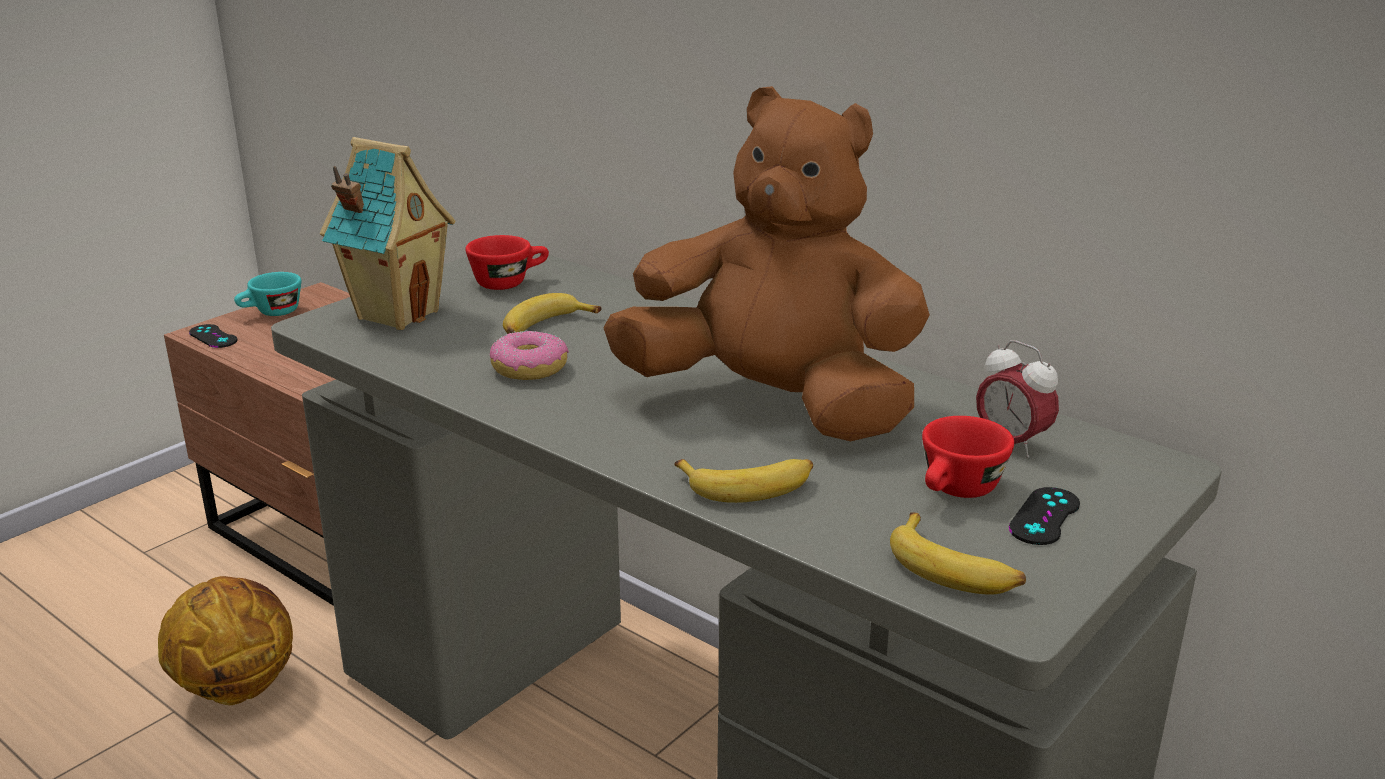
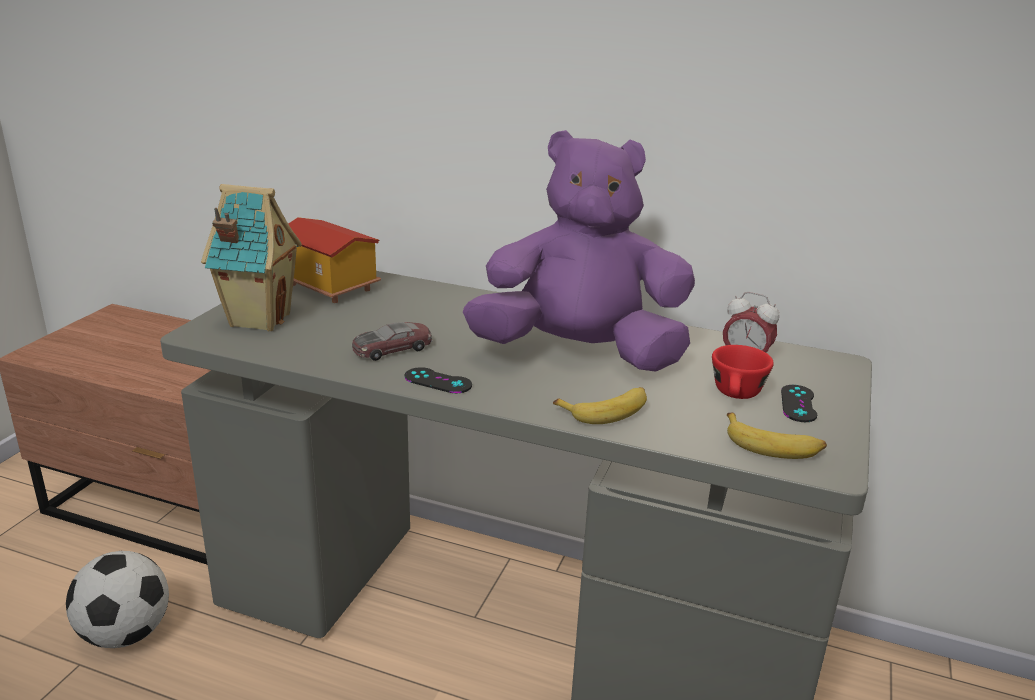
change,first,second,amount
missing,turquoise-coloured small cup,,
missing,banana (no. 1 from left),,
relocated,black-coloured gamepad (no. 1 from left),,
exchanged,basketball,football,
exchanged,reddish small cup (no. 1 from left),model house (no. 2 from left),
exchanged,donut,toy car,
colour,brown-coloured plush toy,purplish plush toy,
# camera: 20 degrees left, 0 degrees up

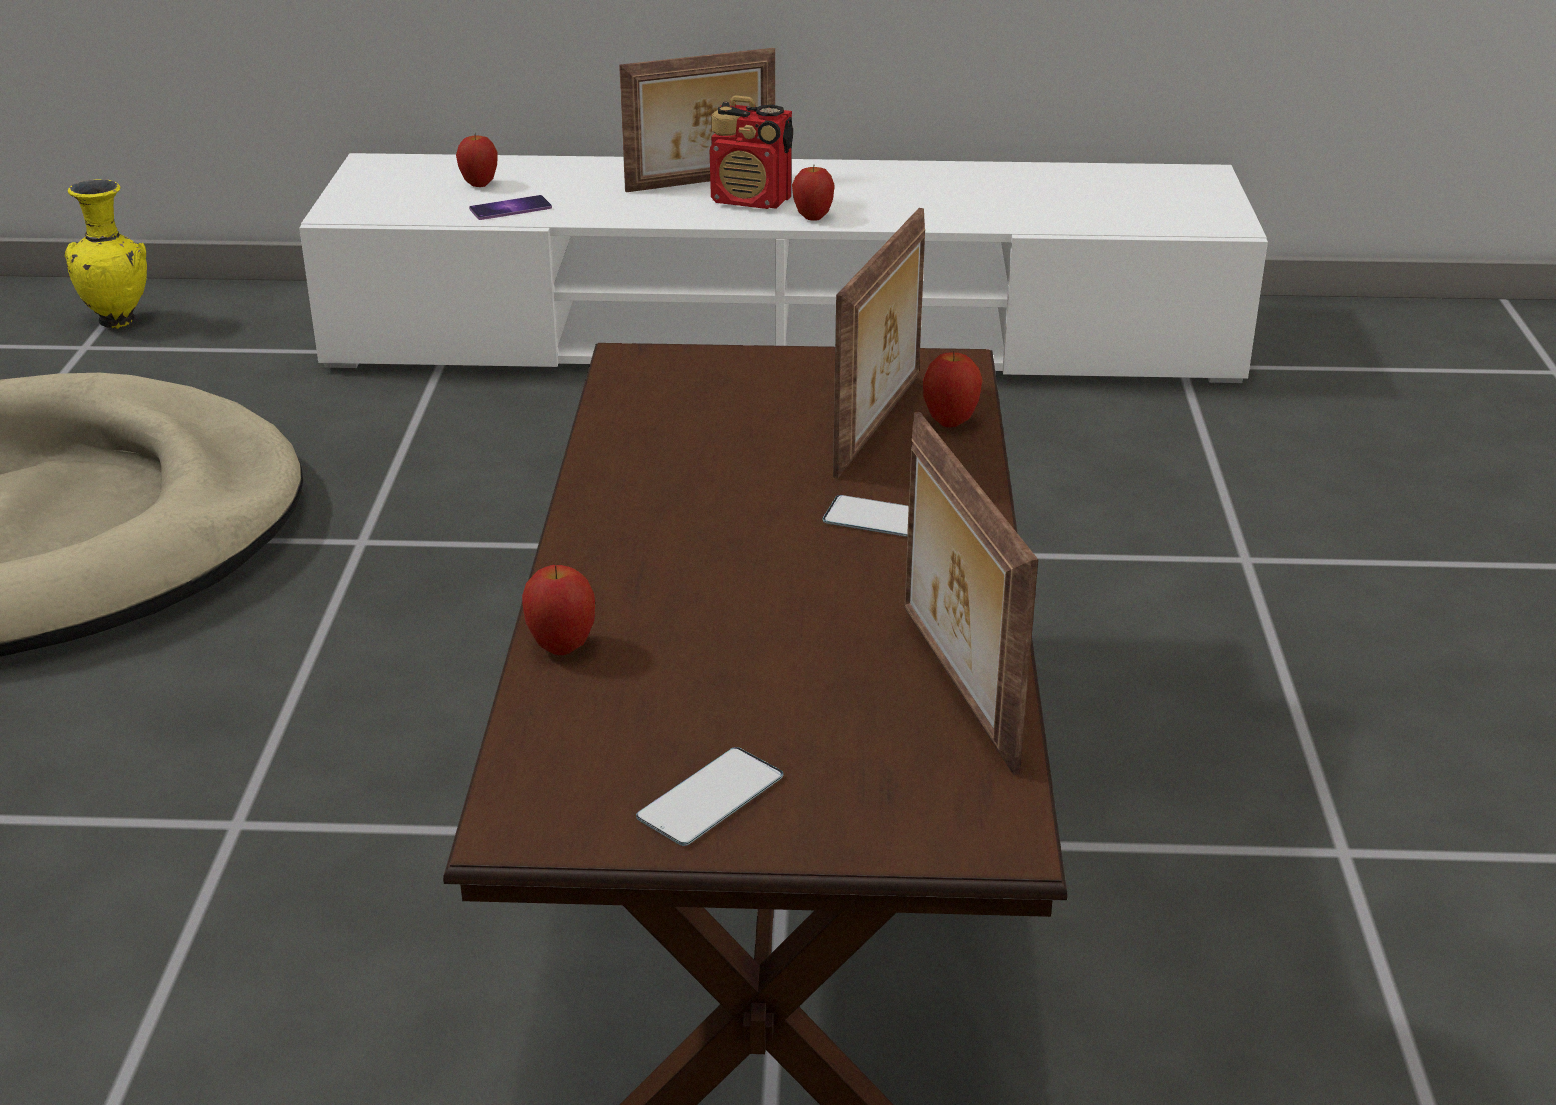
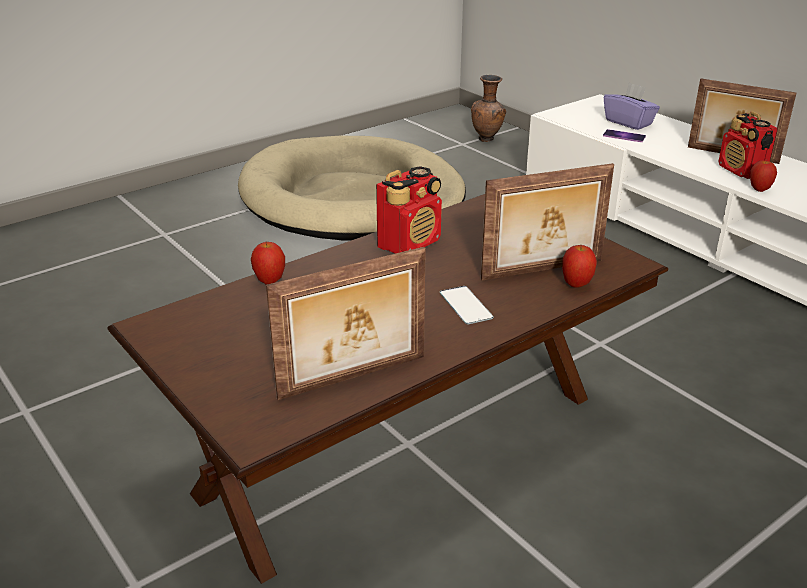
change,first,second,amount
missing,phone (no. 2 from left),,
appeared,,radio receiver (no. 1 from left),
exchanged,whole apple (no. 1 from left),purplish tissue box,
colour,yellowish vase,brown-coloured vase,
spun,photo frame (no. 3 from left in the first image),photo frame (no. 1 from left),150 degrees counterclockwise
# camera: 50 degrees right, 0 degrees up

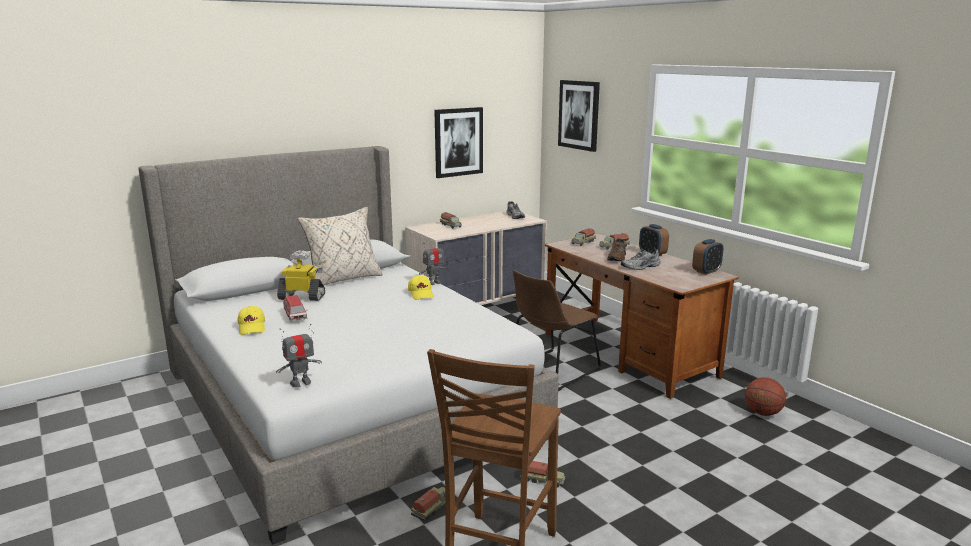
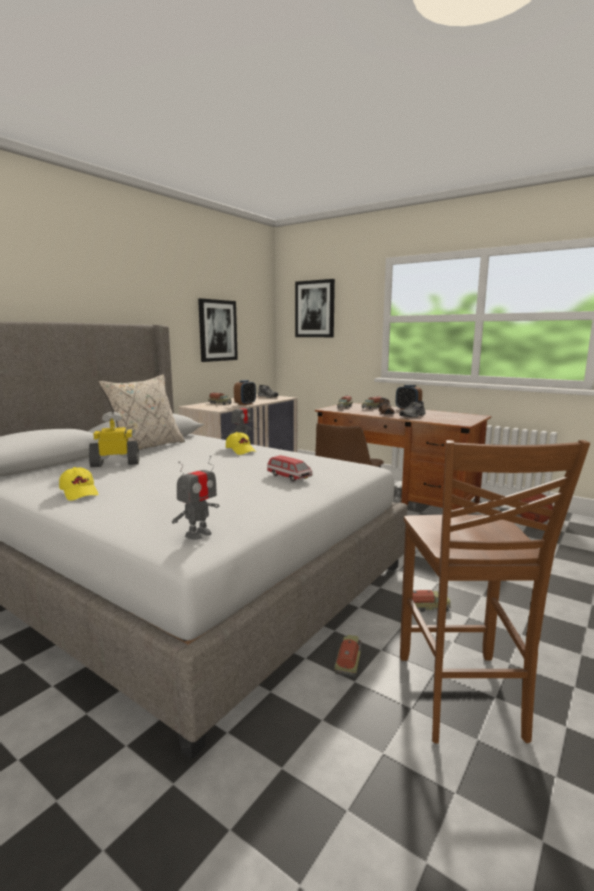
change,first,second,amount
relocated,toy car,,
relocated,table clock (no. 2 from left in the first image),table clock (no. 1 from left),
# camera: 20 degrees left, 5 degrees down

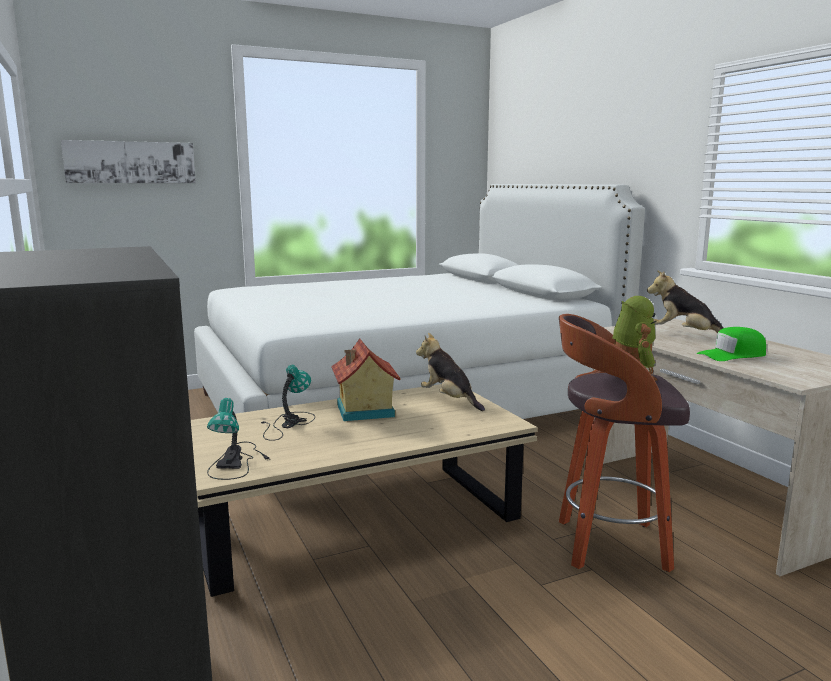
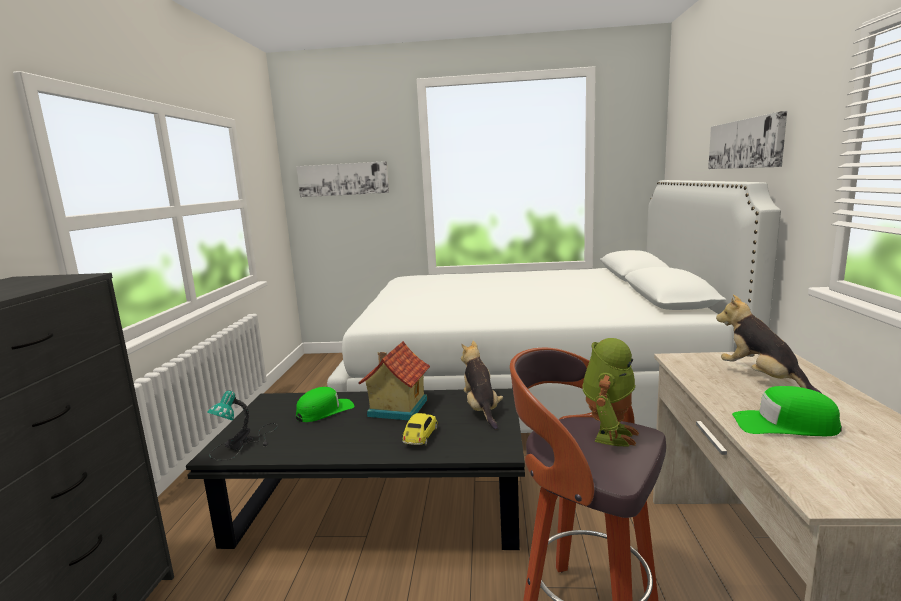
change,first,second,amount
appeared,,toy car,
appeared,,wall art (no. 2 from left),
exchanged,table lamp (no. 2 from left),greenish baseball cap (no. 1 from left),
colour,beige-coloured coffee table,black-coloured coffee table,
# camera: 30 degrees right, 0 degrees up

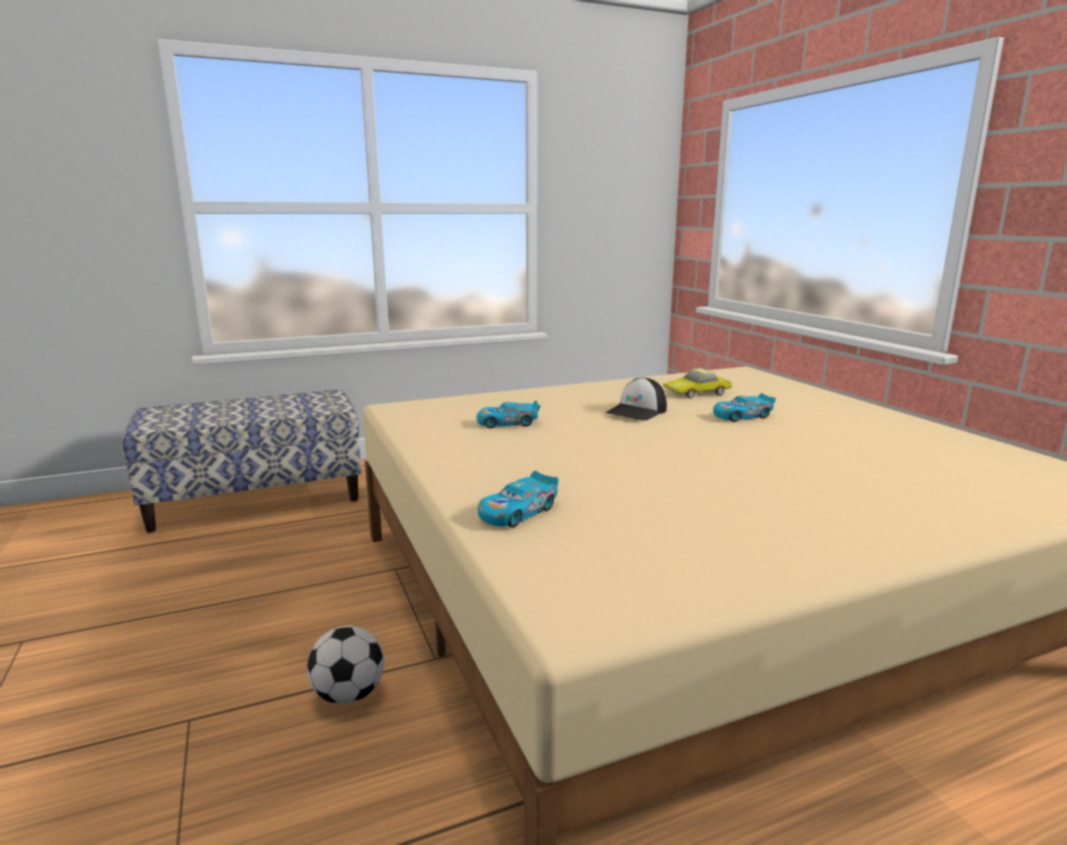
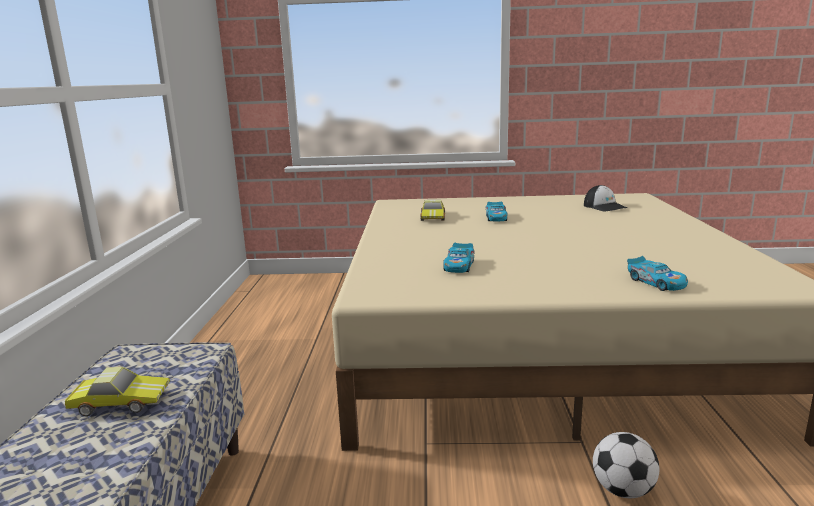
change,first,second,amount
appeared,,toy car (no. 1 from left),
relocated,baseball cap,,
# camera: 65 degrees left, 0 degrees up

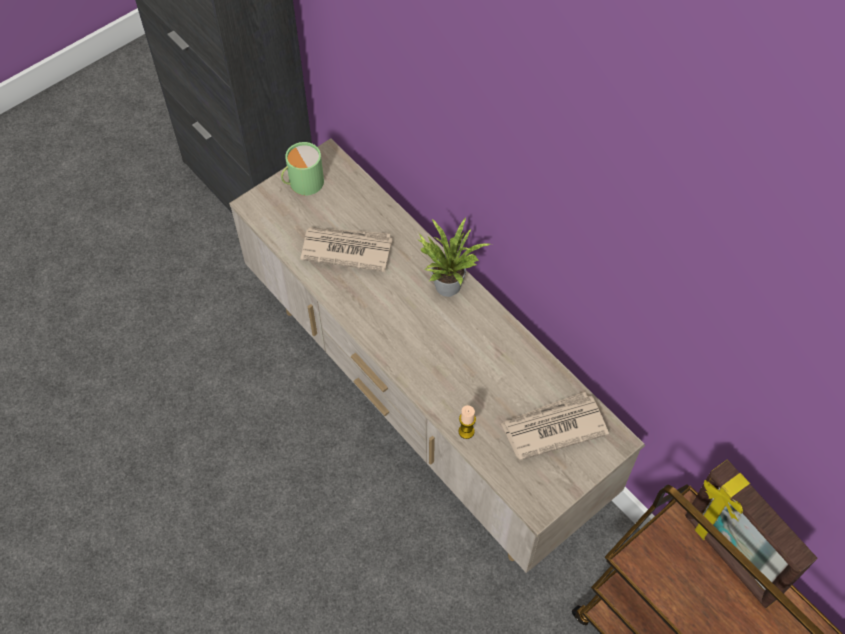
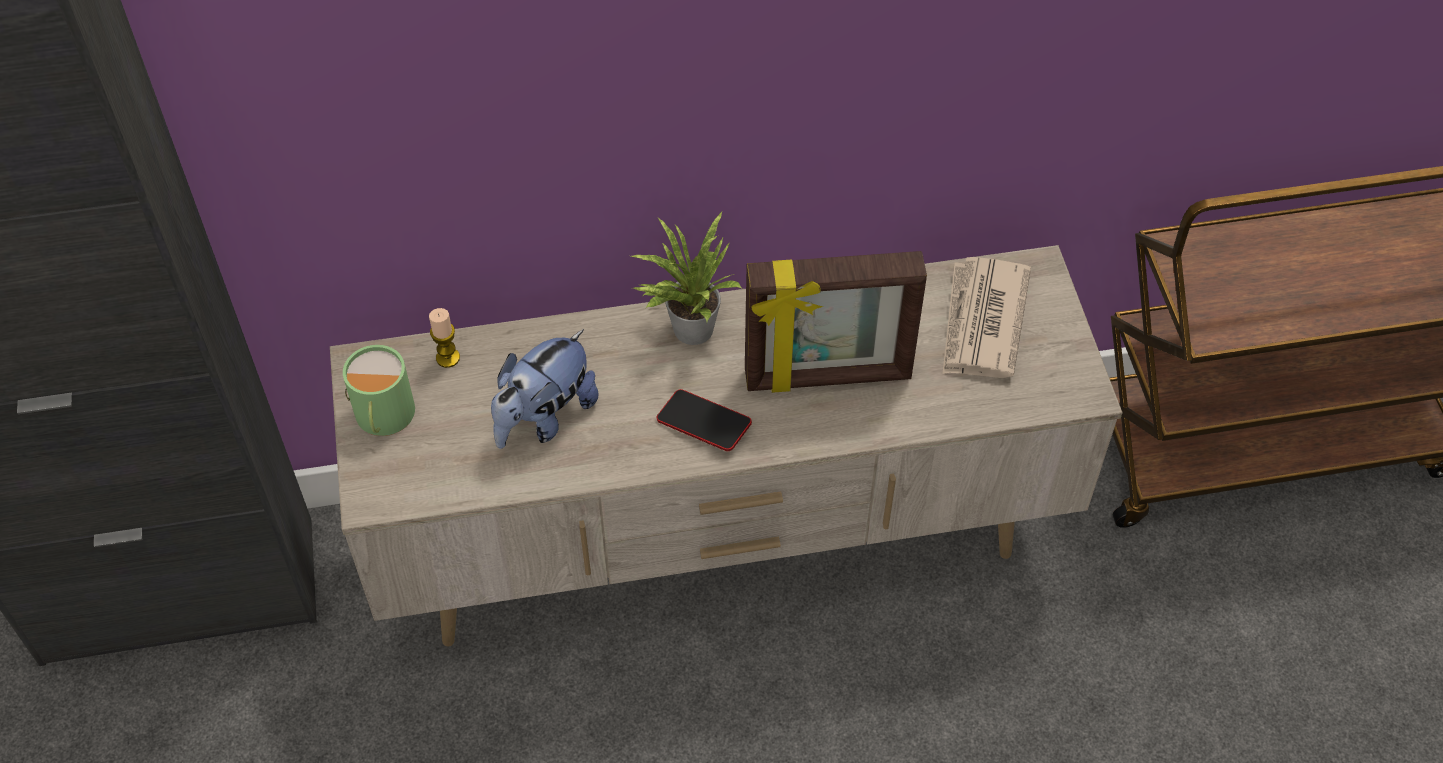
change,first,second,amount
appeared,,phone,
relocated,candle,,
relocated,photo frame,,
exchanged,printed paper (no. 1 from left),plush toy,
# camera: 60 degrees left, 5 degrees down

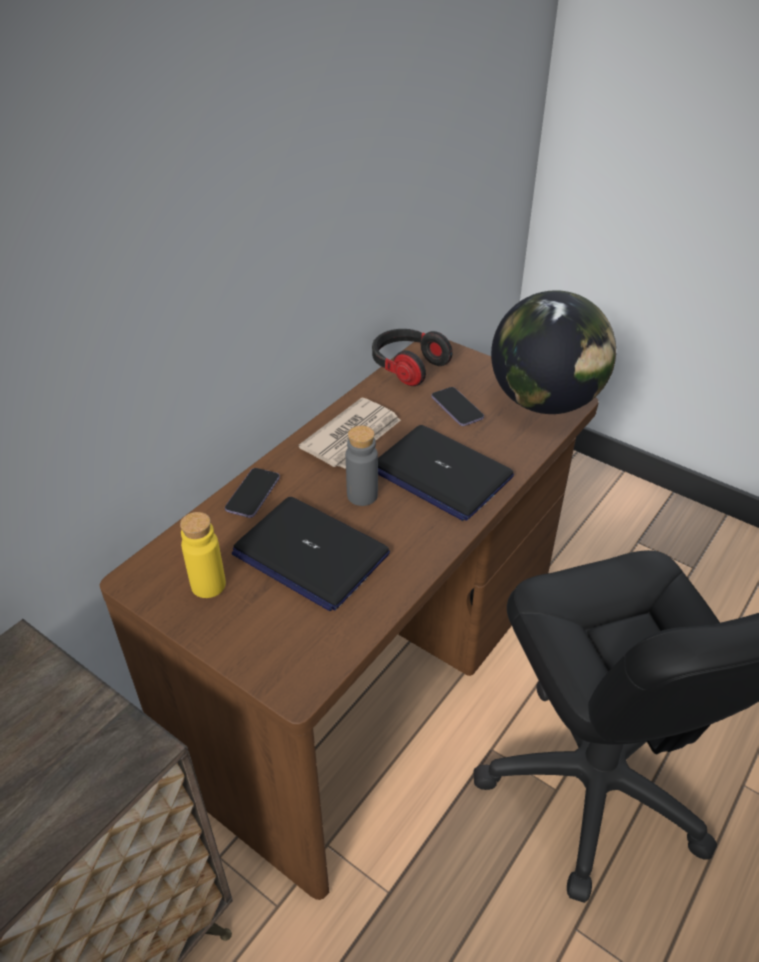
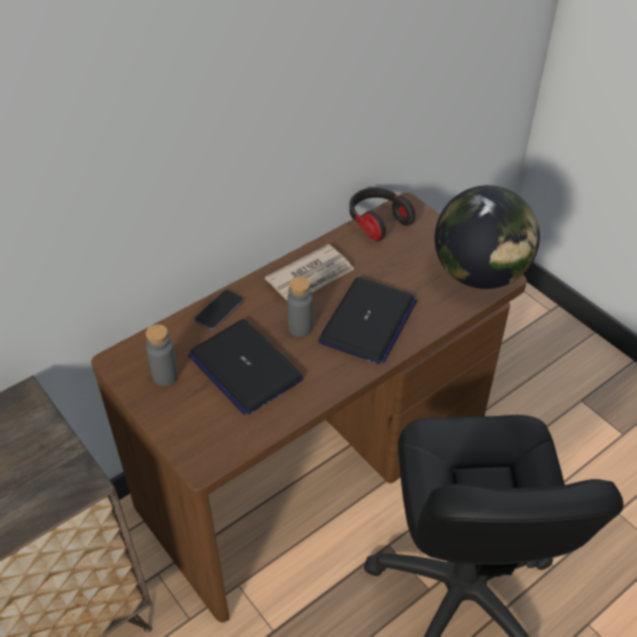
change,first,second,amount
missing,phone (no. 2 from left),,
colour,yellowish bottle,gray bottle (no. 1 from left),
spun,laptop (no. 2 from left),,120 degrees counterclockwise
# camera: 15 degrees right, 5 degrees up

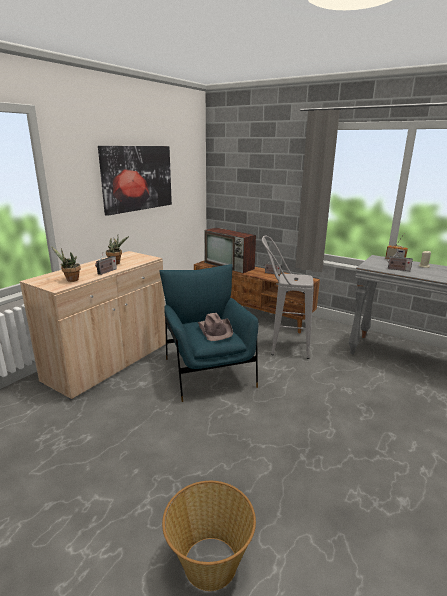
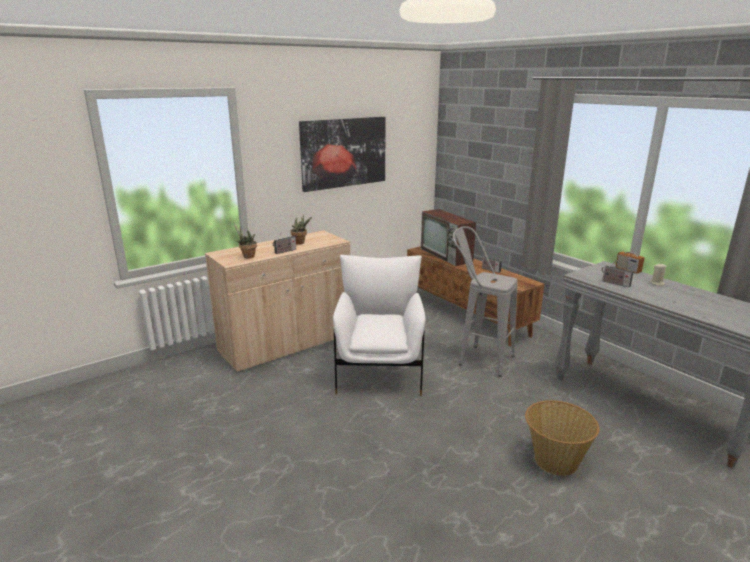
change,first,second,amount
missing,brown-coloured hat,,
relocated,household basket,,
colour,blue-coloured lounge chair,white-coloured lounge chair,
# camera: 20 degrees right, 0 degrees up

